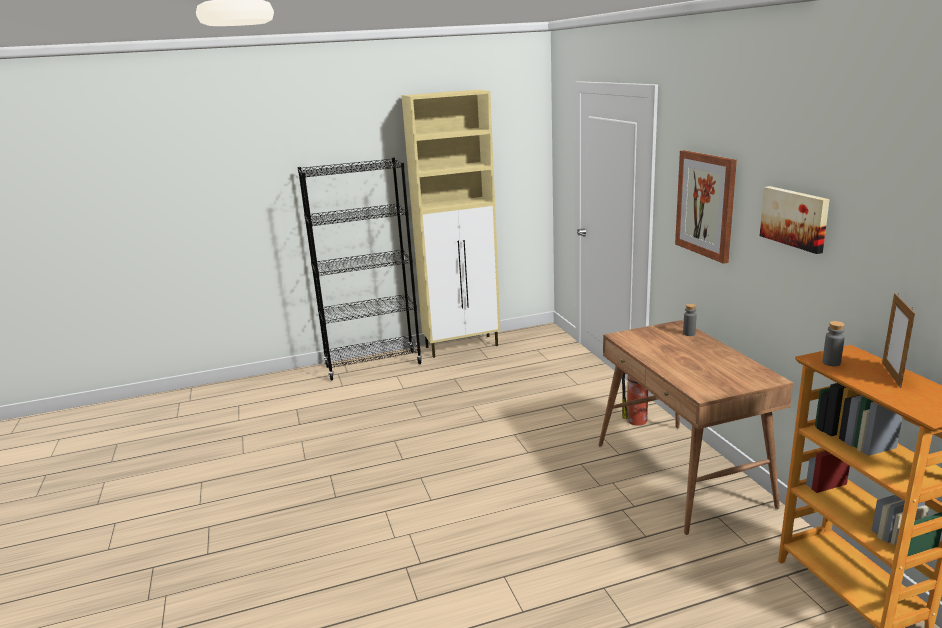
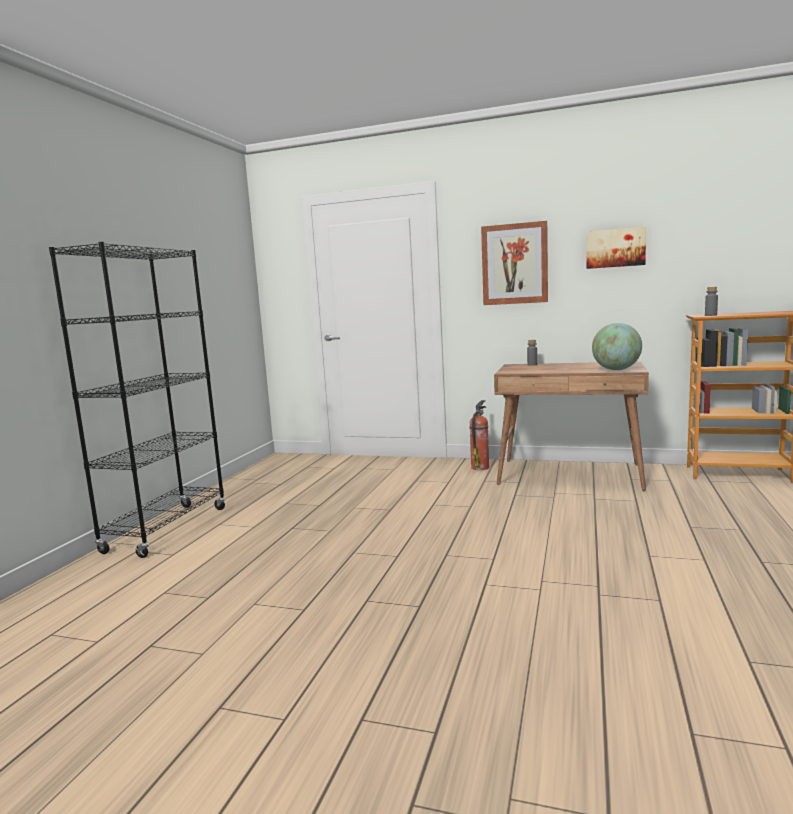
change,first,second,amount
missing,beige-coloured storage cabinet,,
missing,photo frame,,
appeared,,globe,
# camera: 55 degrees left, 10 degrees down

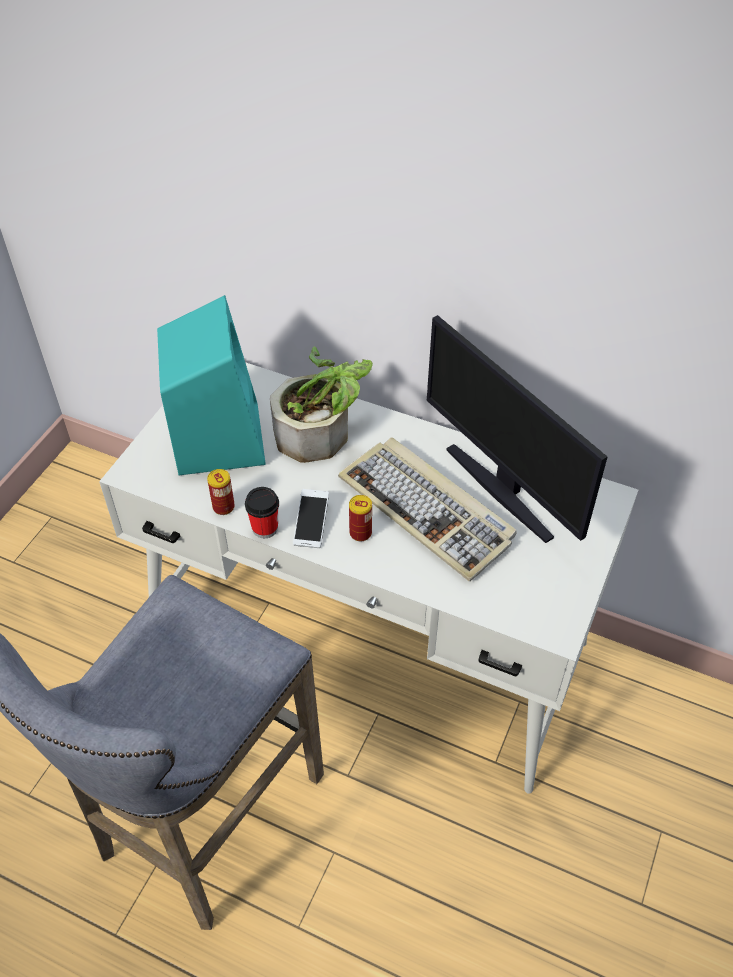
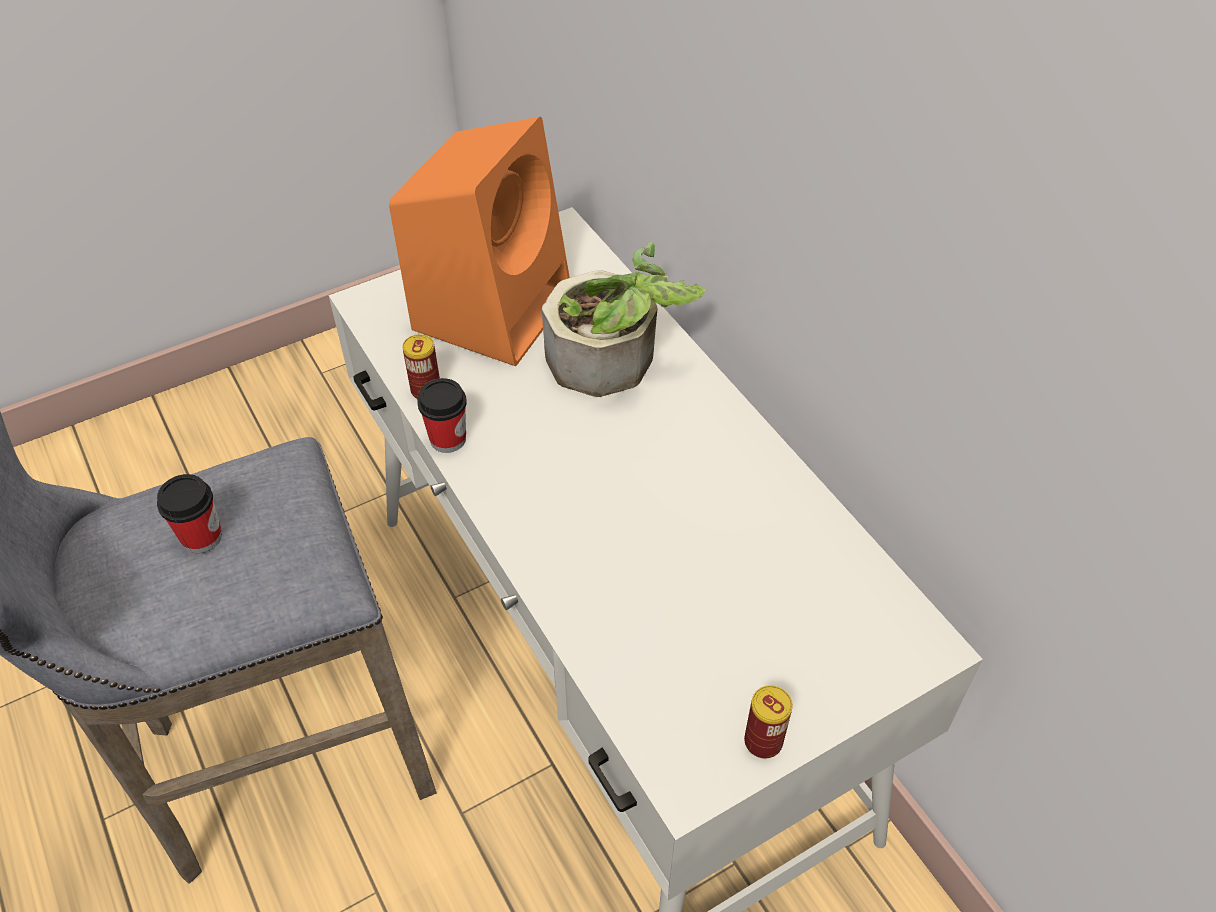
change,first,second,amount
missing,phone,,
missing,keyboard,,
missing,monitor,,
appeared,,small cup (no. 1 from left),
relocated,can (no. 2 from left),,
colour,turquoise-coloured speaker,orange speaker,
# camera: 35 degrees right, 0 degrees up

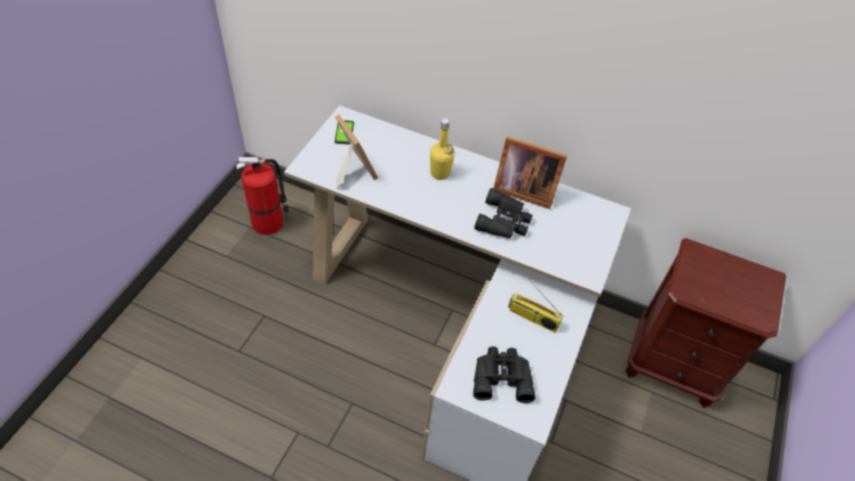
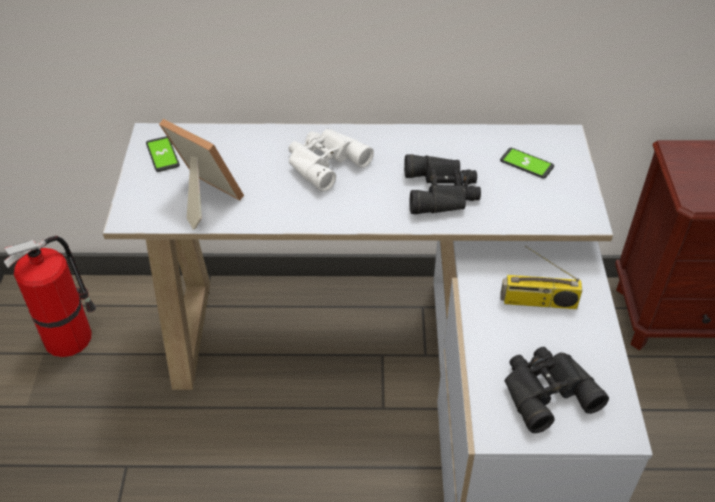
change,first,second,amount
missing,photo frame (no. 2 from left),,
appeared,,phone (no. 2 from left),
exchanged,yellowish bottle,white-coloured binoculars,
# camera: 20 degrees left, 5 degrees down

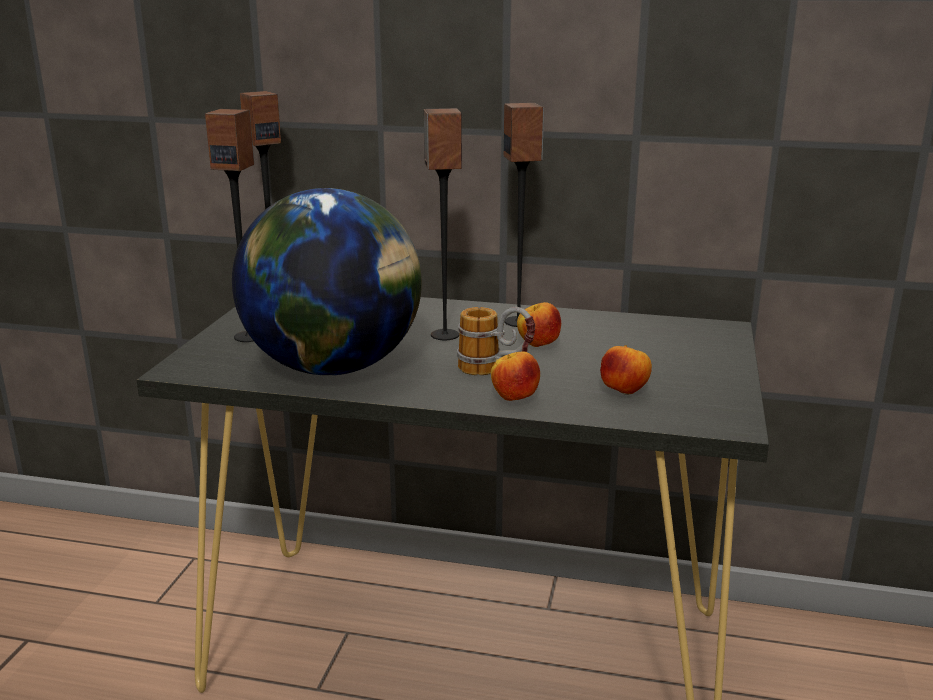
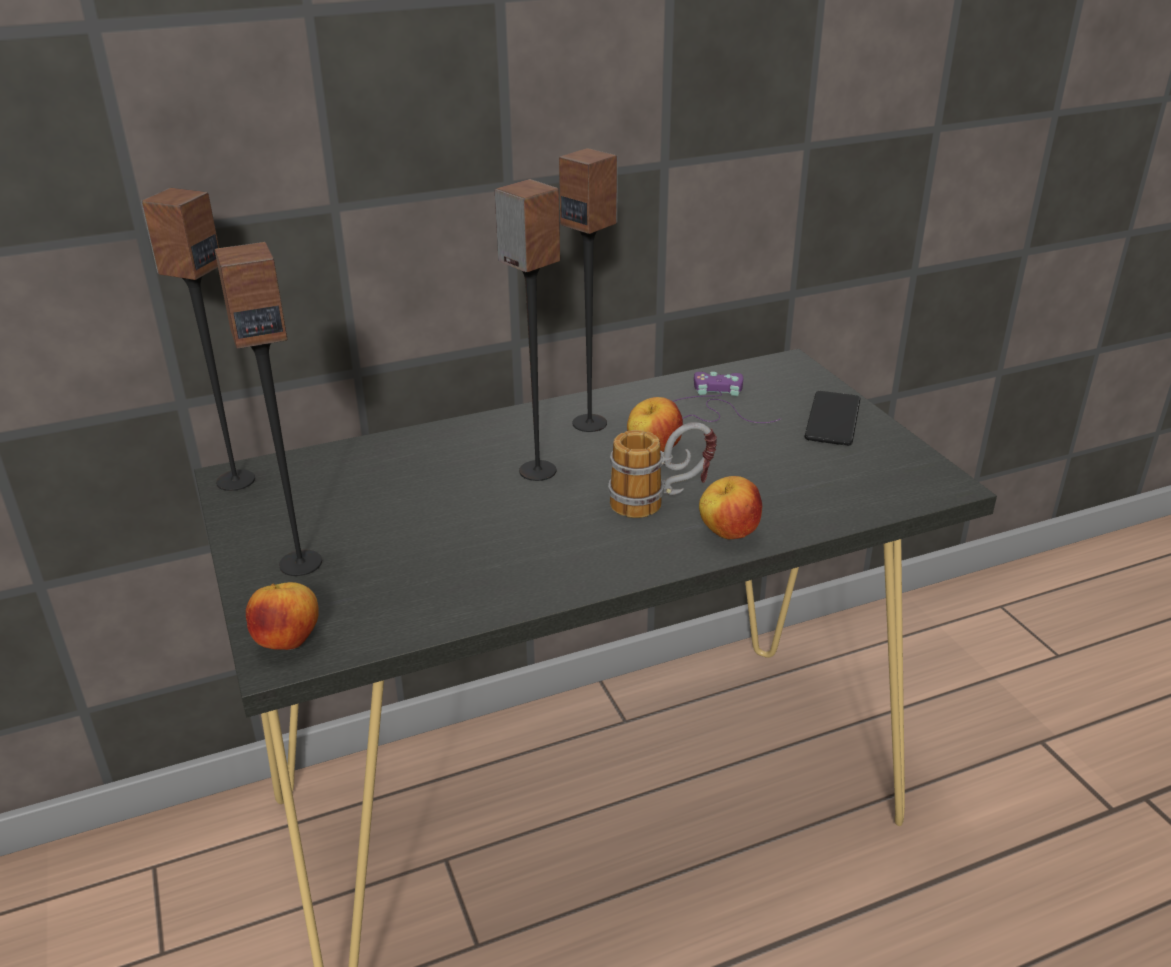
change,first,second,amount
missing,globe,,
appeared,,purplish gamepad,
appeared,,phone,
relocated,whole apple (no. 3 from left in the first image),whole apple (no. 1 from left),
# camera: 35 degrees left, 10 degrees up

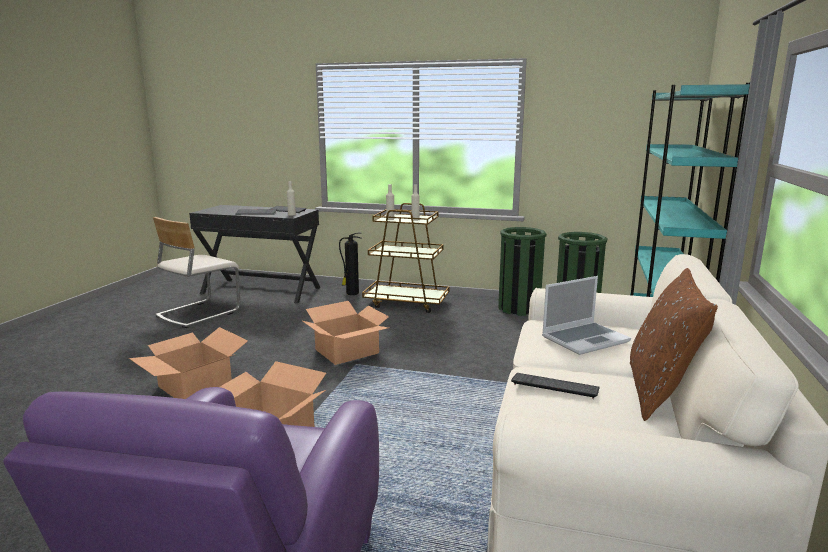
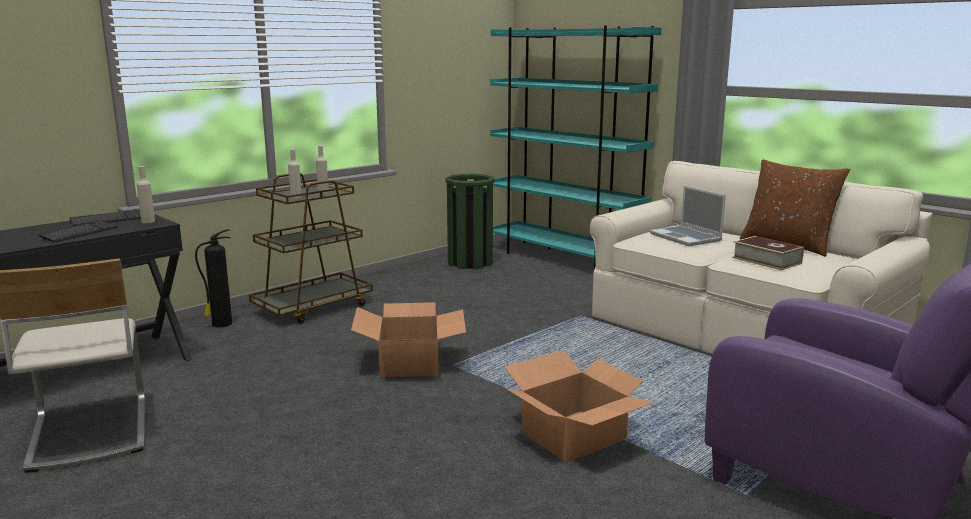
change,first,second,amount
missing,cardboard box (no. 1 from left),,
missing,greenish trash can (no. 1 from left),,
exchanged,keyboard (no. 3 from left),volume,
spun,laptop,,150 degrees clockwise
# camera: 60 degrees left, 0 degrees up

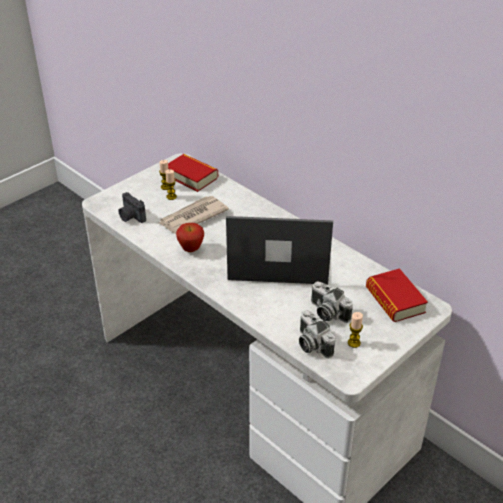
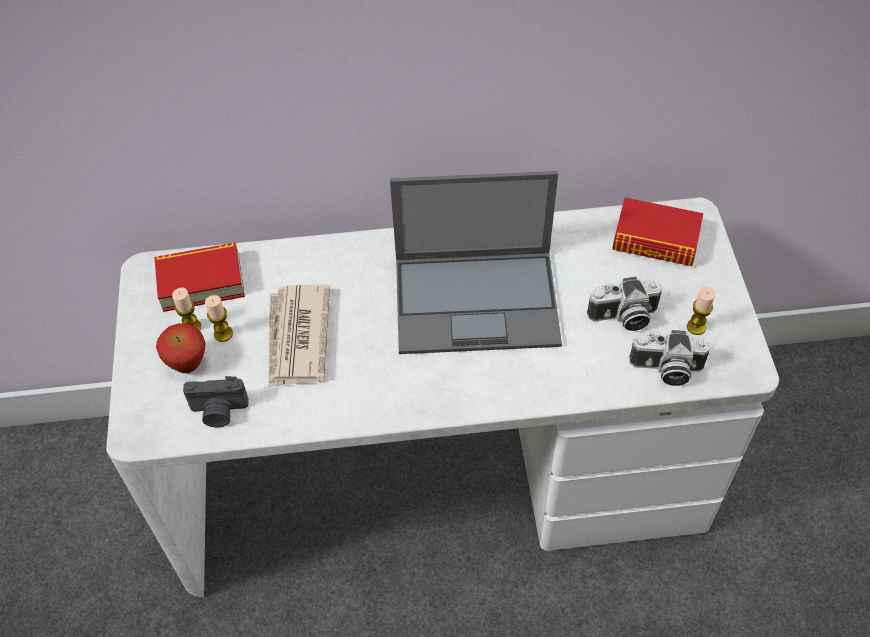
change,first,second,amount
relocated,whole apple,,
spun,laptop,,135 degrees counterclockwise
# camera: 50 degrees left, 15 degrees up

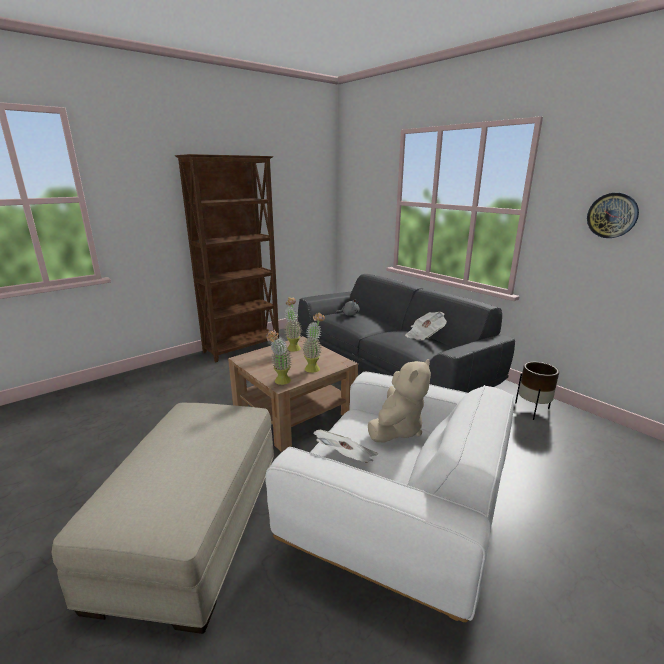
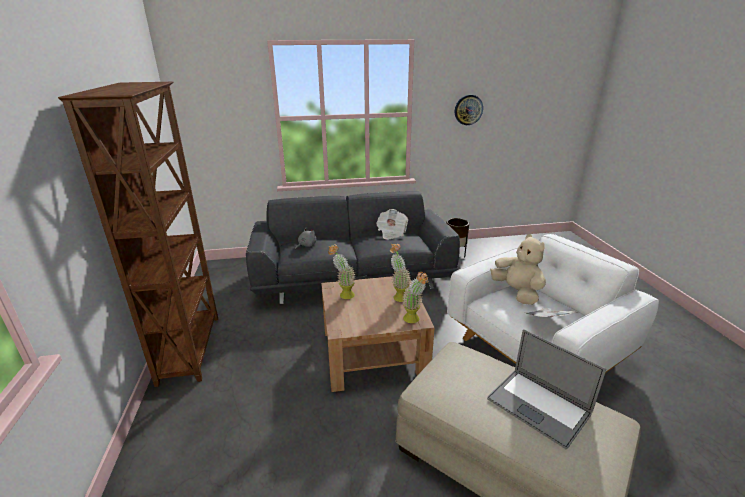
change,first,second,amount
appeared,,laptop,
# camera: 60 degrees left, 5 degrees up

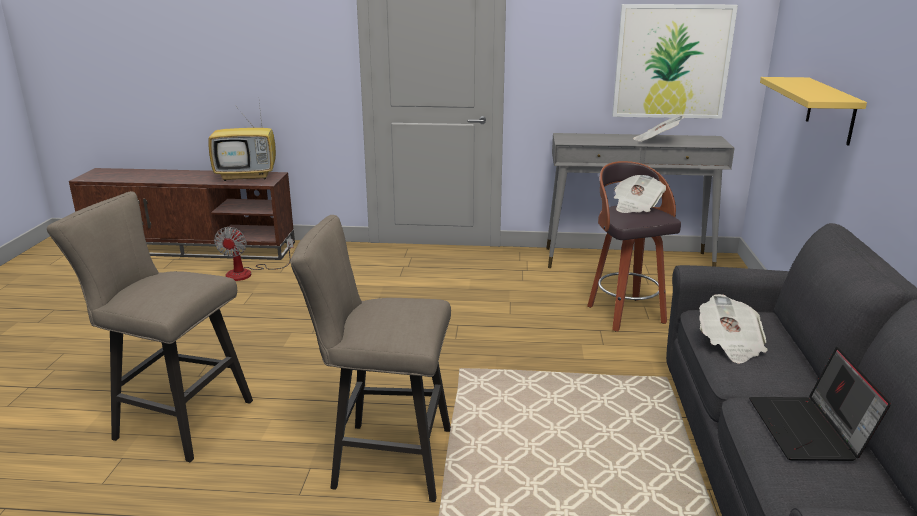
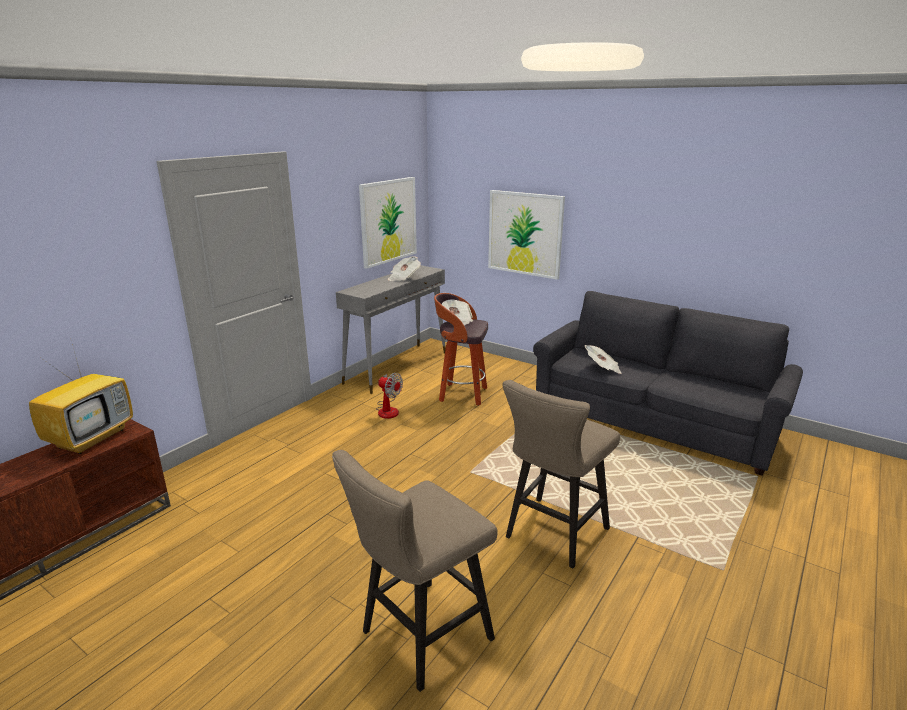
change,first,second,amount
missing,laptop,,
relocated,cooling fan,,
exchanged,yellowish shelf,wall art (no. 2 from left),
# camera: 60 degrees left, 0 degrees up

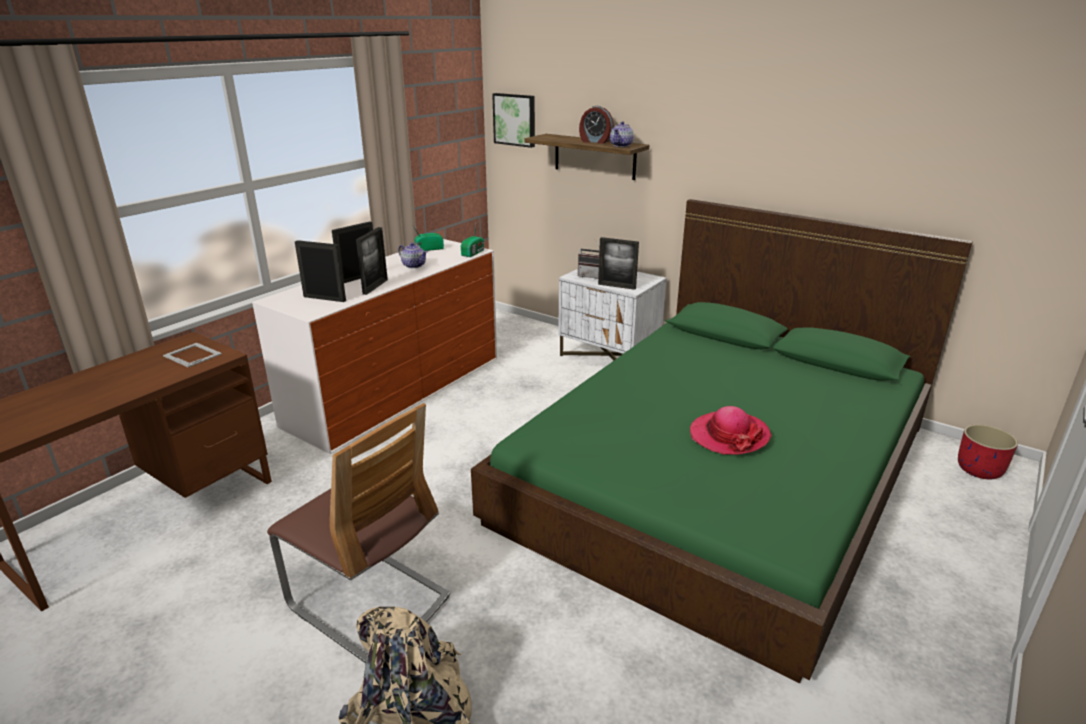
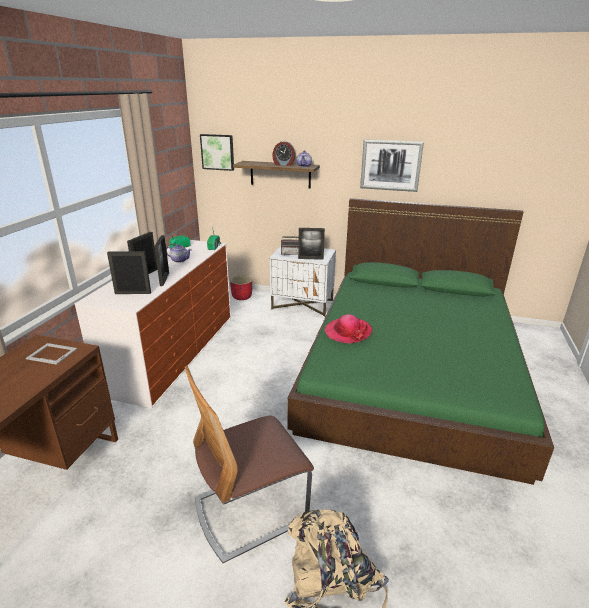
change,first,second,amount
appeared,,wall art (no. 2 from left),
relocated,hat,,
relocated,reddish flower pot,,
spun,plain chair,,135 degrees clockwise
# camera: 20 degrees left, 0 degrees up

